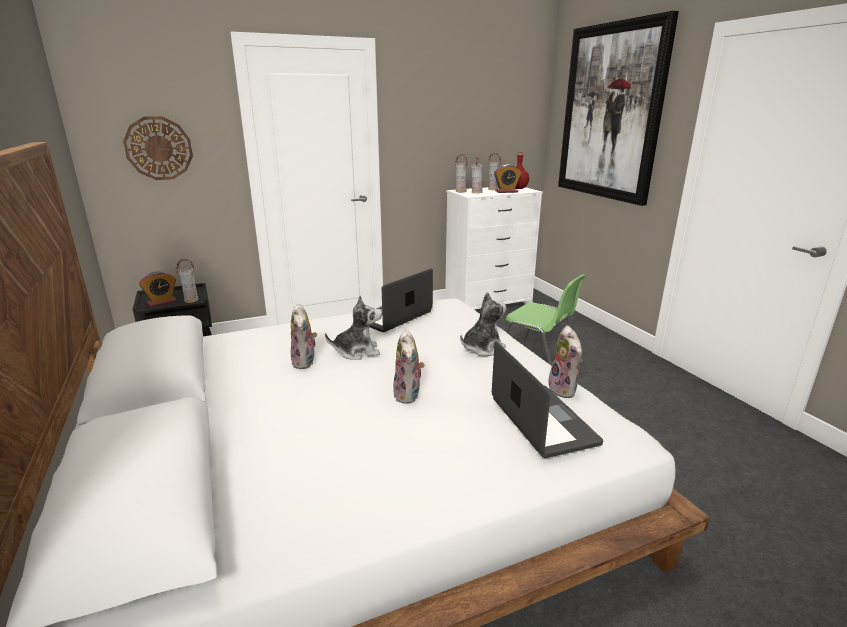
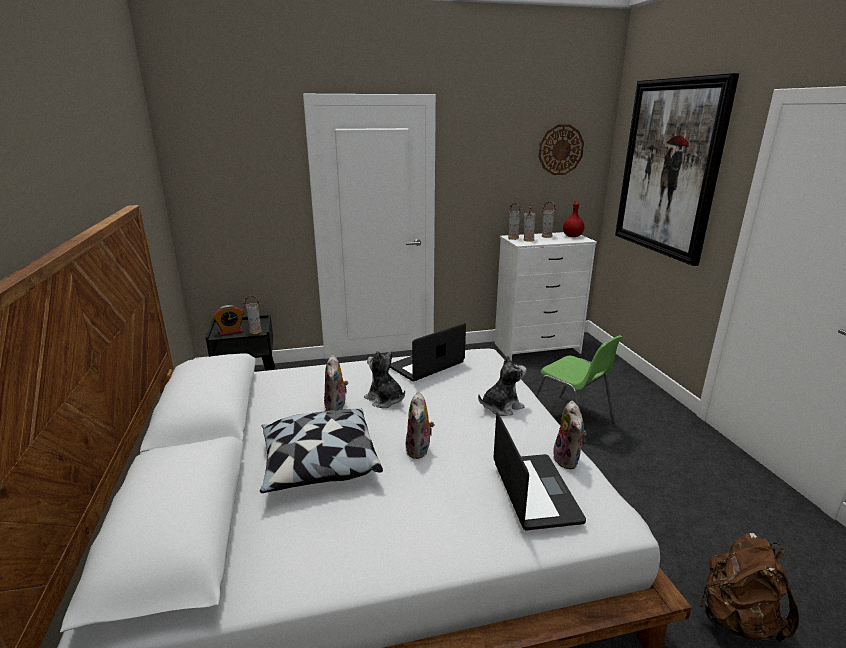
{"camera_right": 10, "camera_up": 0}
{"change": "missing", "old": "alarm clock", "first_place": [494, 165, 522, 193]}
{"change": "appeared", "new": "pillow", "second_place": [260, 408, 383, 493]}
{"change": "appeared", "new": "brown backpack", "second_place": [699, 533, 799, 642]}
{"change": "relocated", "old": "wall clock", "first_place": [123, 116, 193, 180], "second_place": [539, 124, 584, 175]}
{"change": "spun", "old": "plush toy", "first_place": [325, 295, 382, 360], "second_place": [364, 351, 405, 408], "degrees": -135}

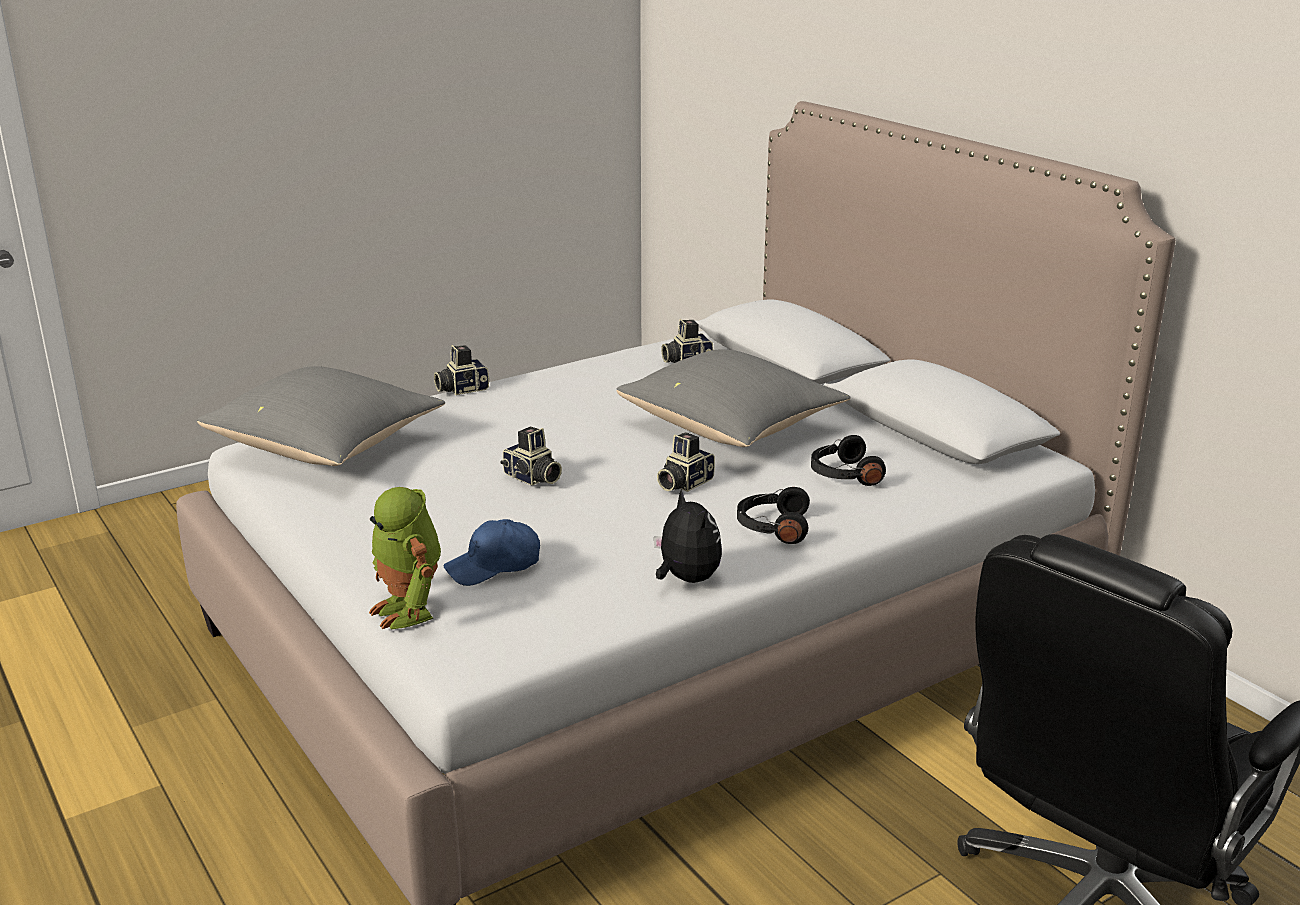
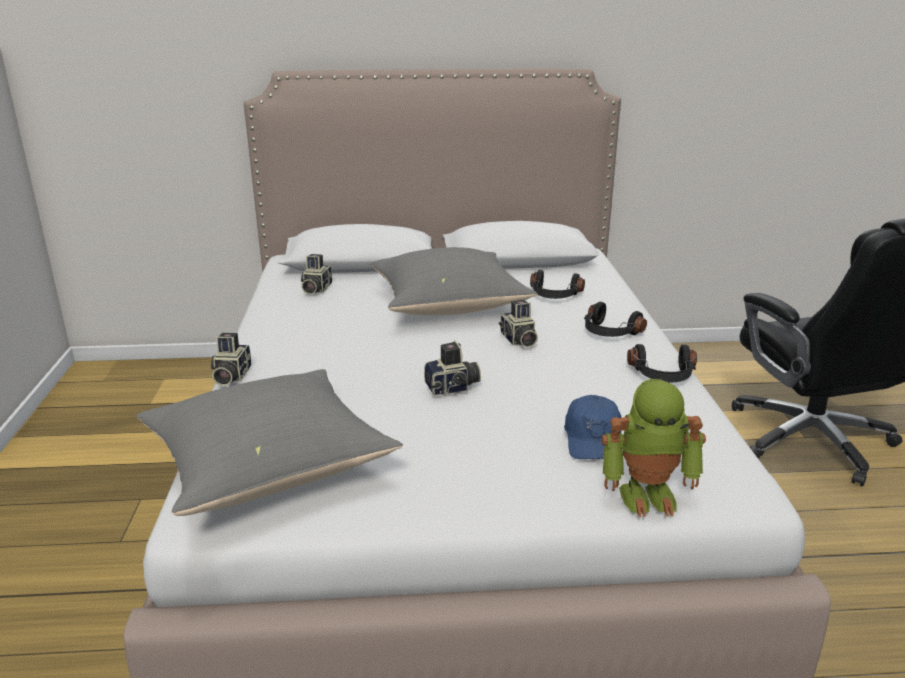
{"camera_right": -60, "camera_up": 0}
{"change": "exchanged", "old": "plush toy", "new": "black headphones", "first_place": [654, 488, 722, 583], "second_place": [627, 344, 697, 382]}

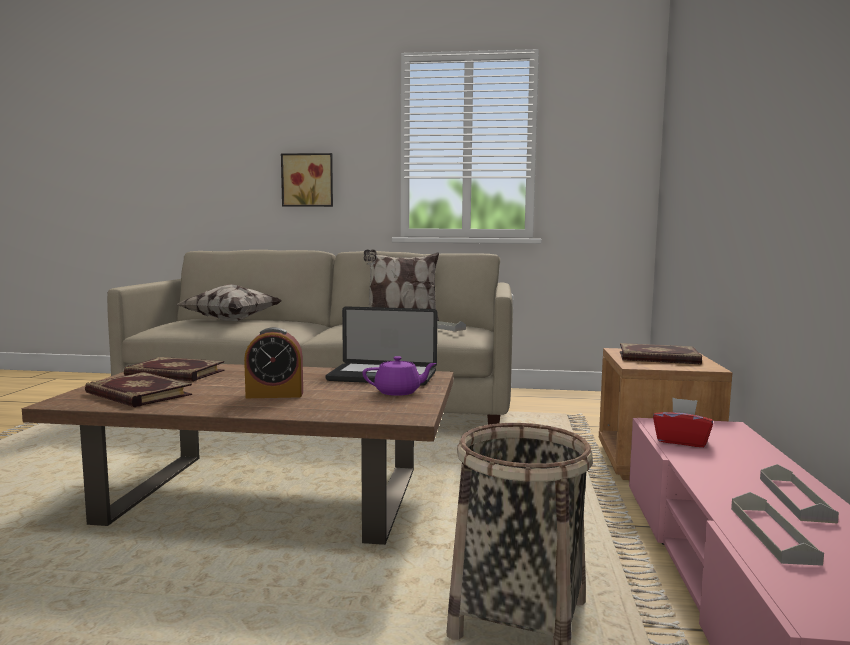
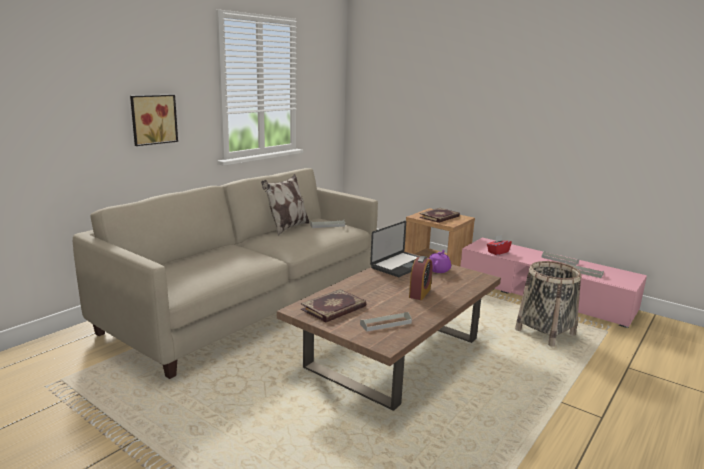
{"camera_right": -60, "camera_up": 10}
{"change": "missing", "old": "pillow", "first_place": [176, 284, 282, 321]}
{"change": "exchanged", "old": "book", "new": "grey tray", "first_place": [85, 372, 192, 407], "second_place": [360, 312, 412, 332]}

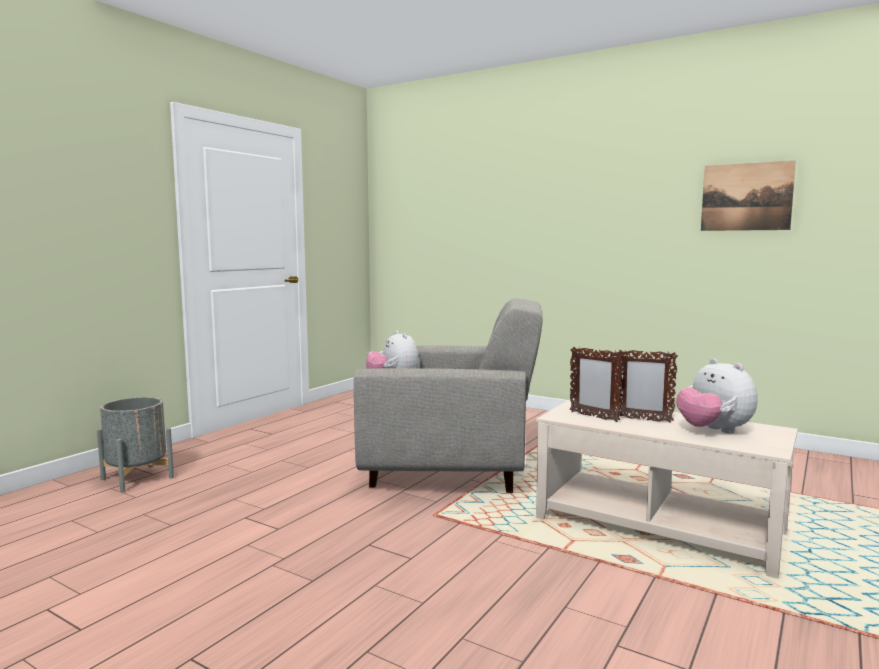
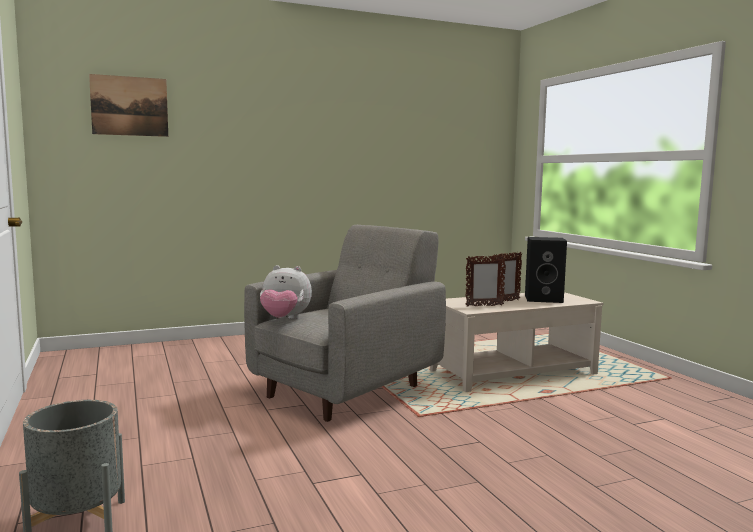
{"camera_right": -55, "camera_up": 0}
{"change": "relocated", "old": "picture", "first_place": [701, 161, 796, 231], "second_place": [89, 74, 168, 137]}
{"change": "exchanged", "old": "plush toy", "new": "black speaker", "first_place": [676, 358, 757, 433], "second_place": [525, 237, 567, 303]}

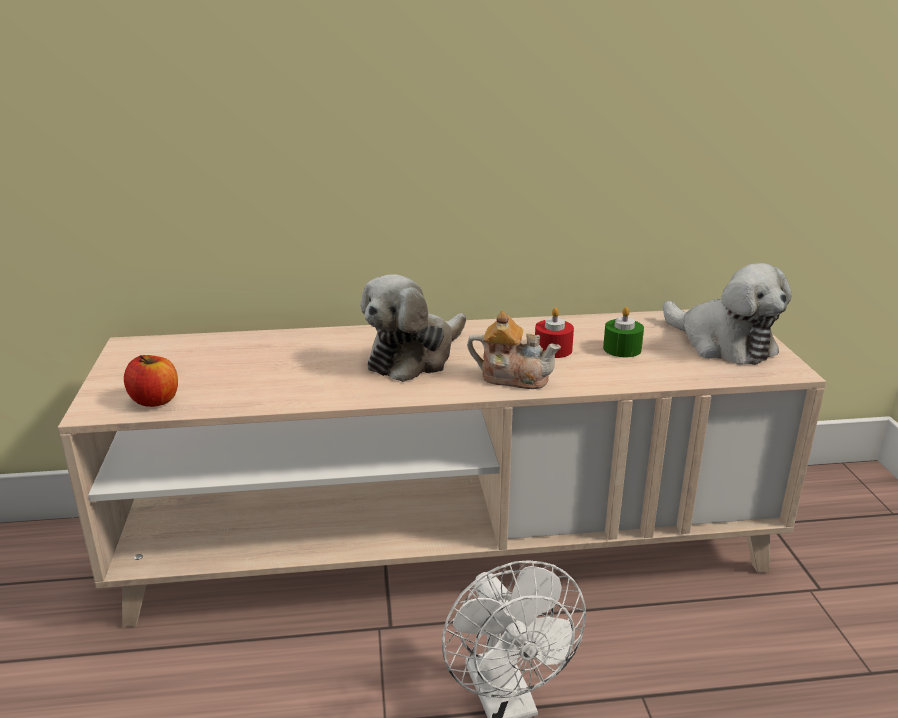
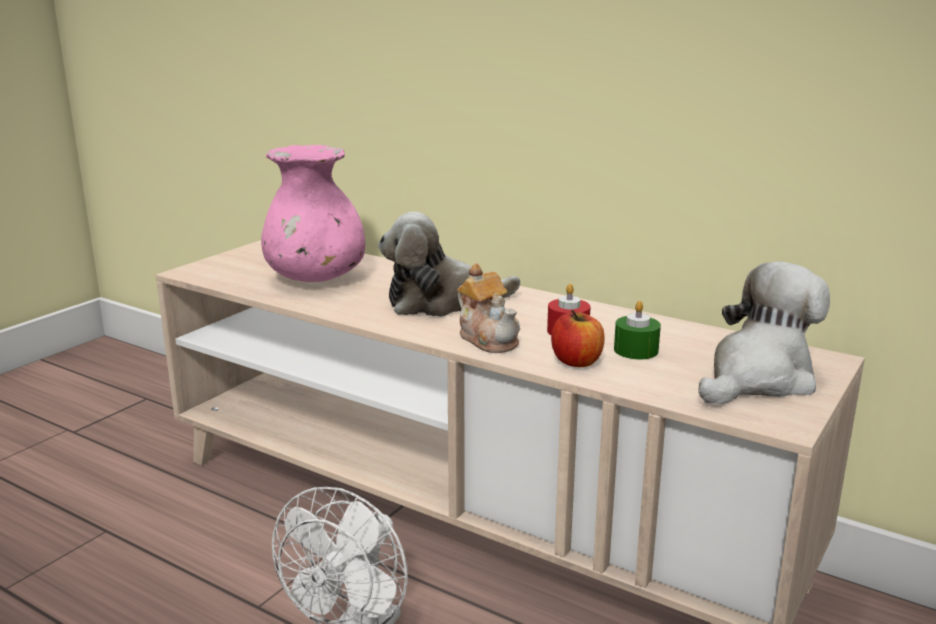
{"camera_right": 40, "camera_up": -5}
{"change": "appeared", "new": "pink vase", "second_place": [261, 145, 365, 282]}
{"change": "relocated", "old": "apple", "first_place": [124, 355, 178, 407], "second_place": [551, 310, 604, 367]}
{"change": "spun", "old": "plush toy", "first_place": [663, 263, 792, 365], "second_place": [698, 261, 830, 404], "degrees": -135}

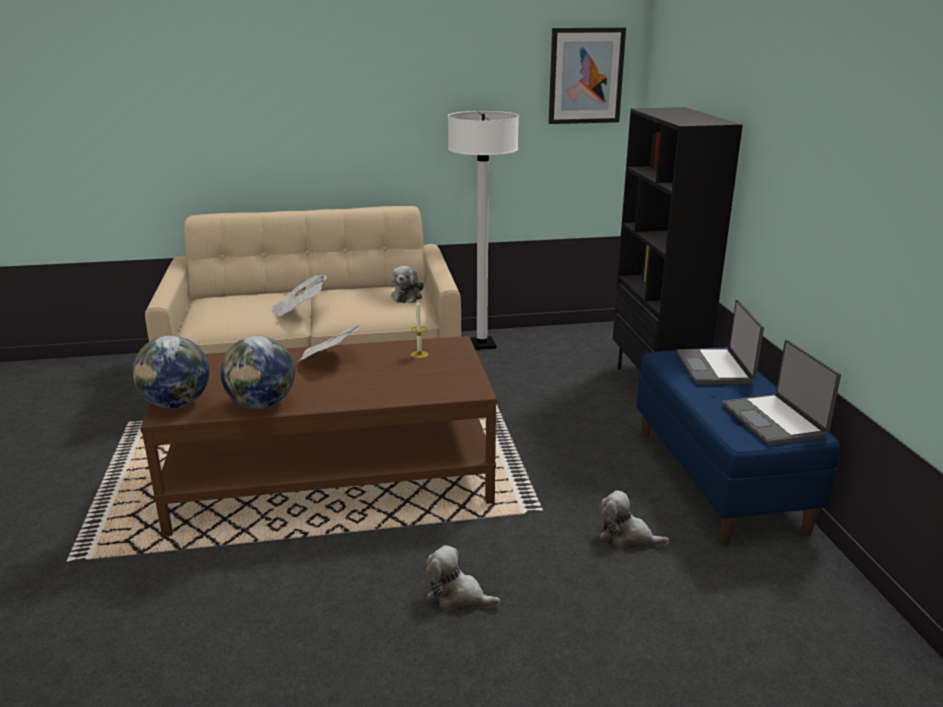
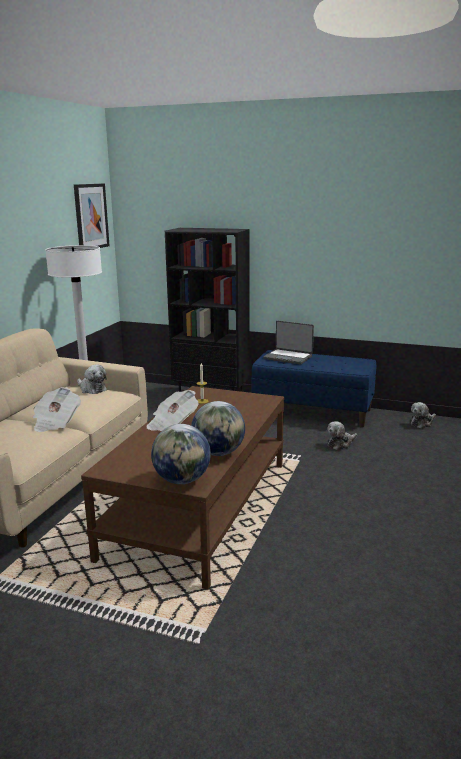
{"camera_right": -60, "camera_up": -5}
{"change": "missing", "old": "laptop", "first_place": [722, 340, 841, 445]}
{"change": "relocated", "old": "plush toy", "first_place": [426, 545, 500, 610], "second_place": [411, 402, 436, 429]}

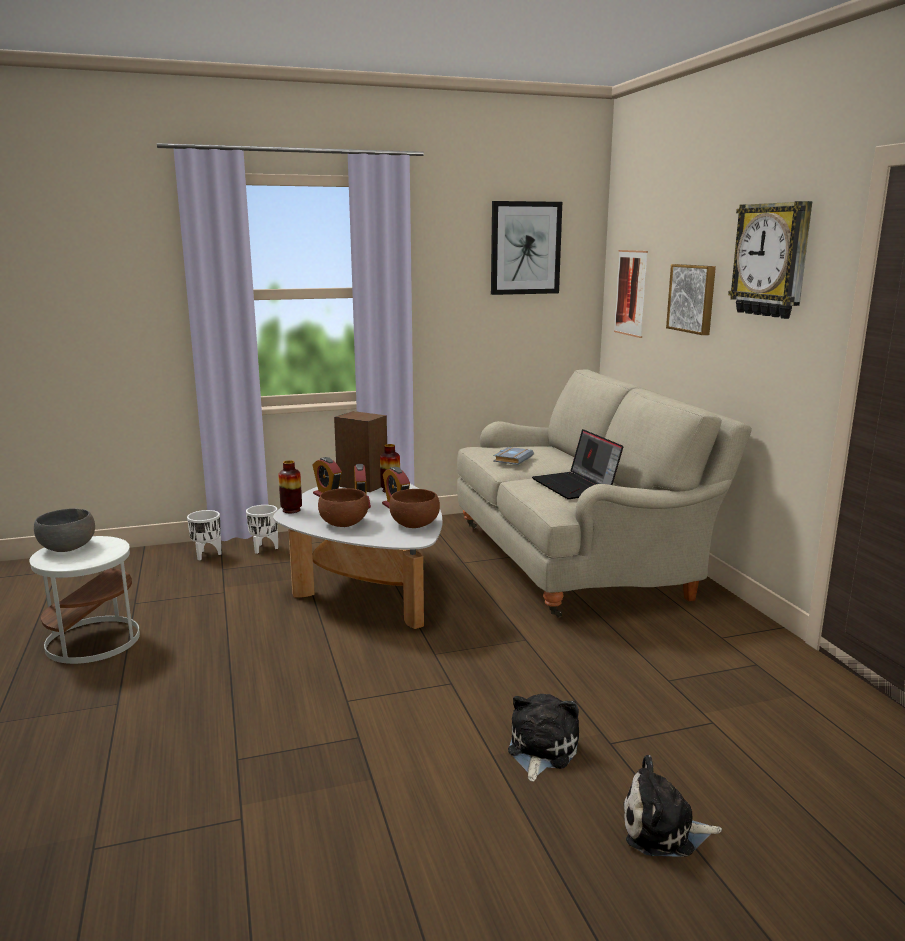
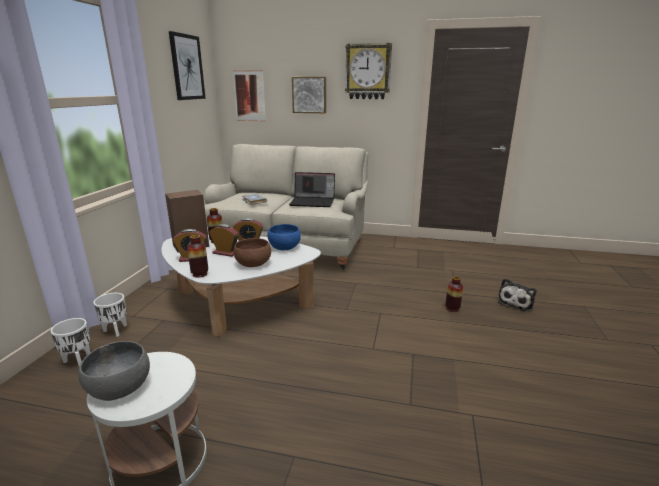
{"camera_right": -60, "camera_up": 5}
{"change": "exchanged", "old": "plush toy", "new": "vase", "first_place": [508, 694, 579, 782], "second_place": [445, 276, 463, 312]}
{"change": "colour", "old": "brown bowl", "new": "blue bowl", "first_place": [389, 489, 440, 528], "second_place": [267, 224, 301, 250]}

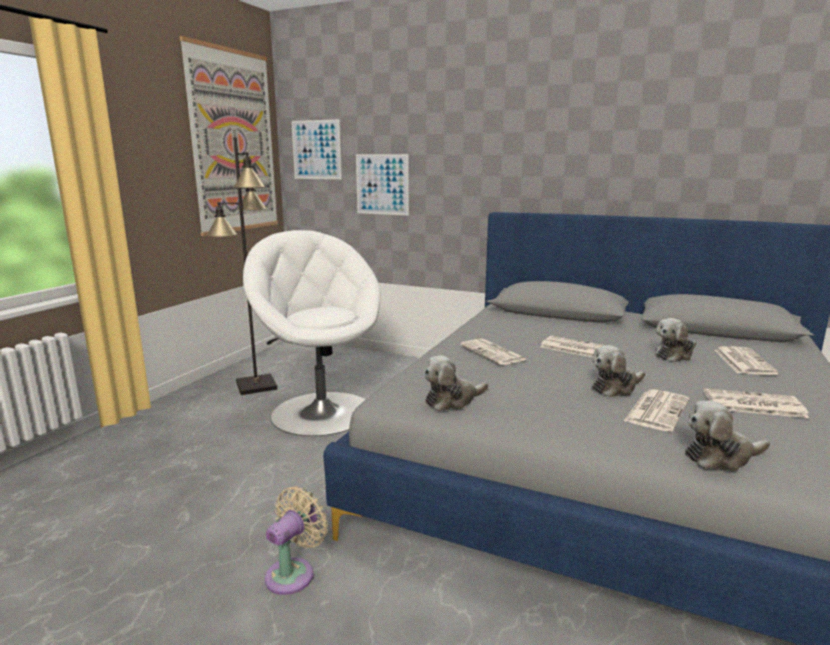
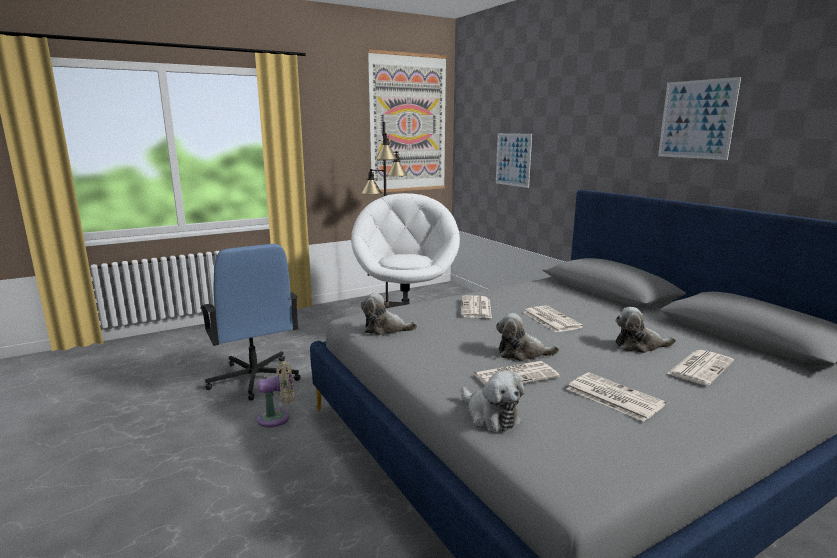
{"camera_right": 35, "camera_up": 0}
{"change": "appeared", "new": "blue office chair", "second_place": [200, 244, 300, 401]}
{"change": "relocated", "old": "picture", "first_place": [291, 119, 342, 179], "second_place": [658, 77, 741, 160]}
{"change": "spun", "old": "plush toy", "first_place": [685, 400, 770, 471], "second_place": [461, 371, 525, 432], "degrees": -150}

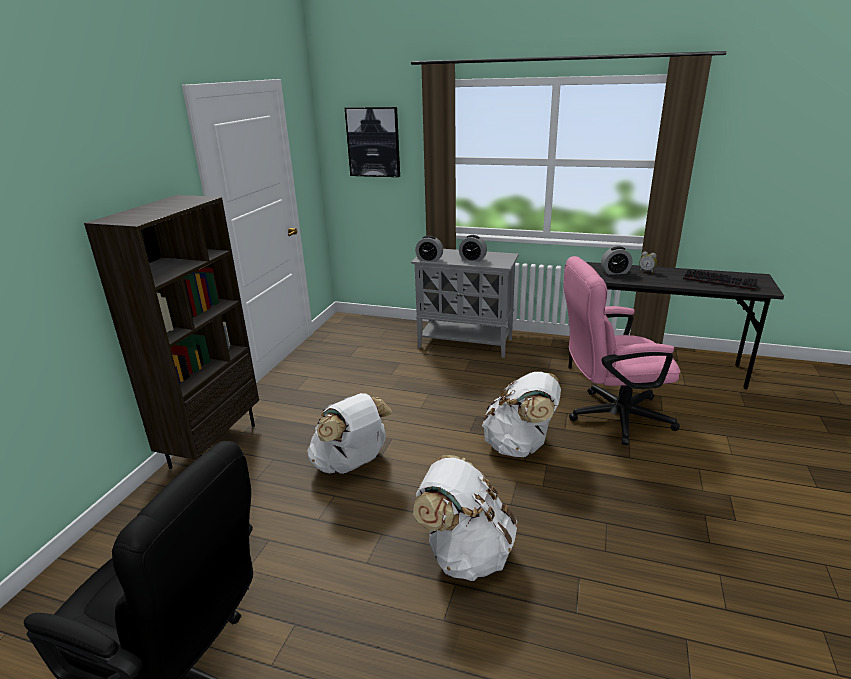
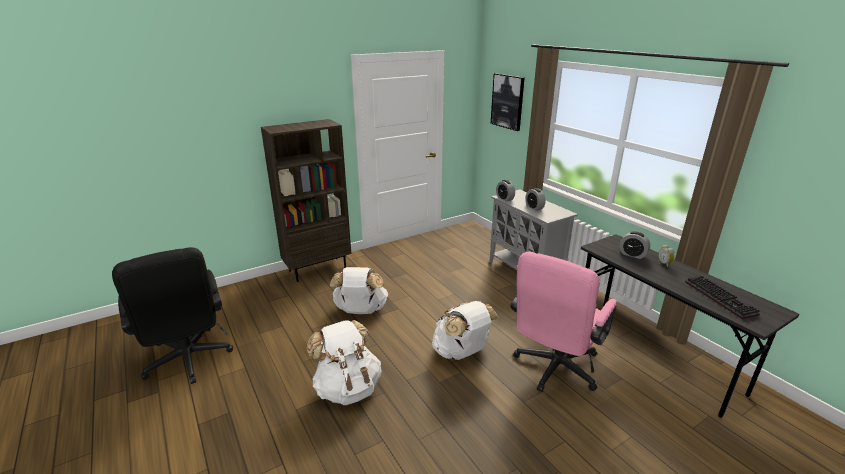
{"camera_right": 40, "camera_up": 0}
{"change": "spun", "old": "pink office chair", "first_place": [564, 256, 681, 445], "second_place": [511, 252, 617, 392], "degrees": -90}

